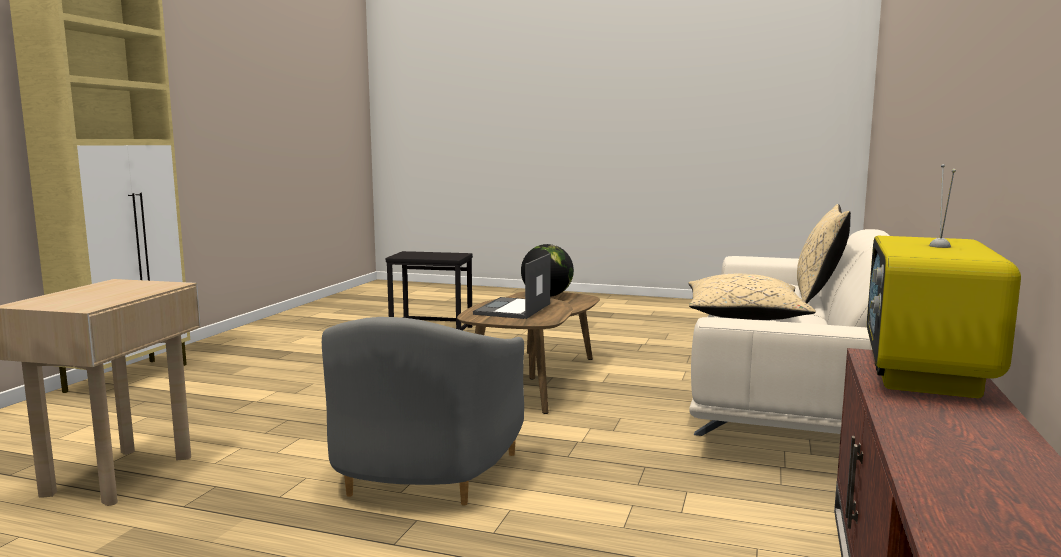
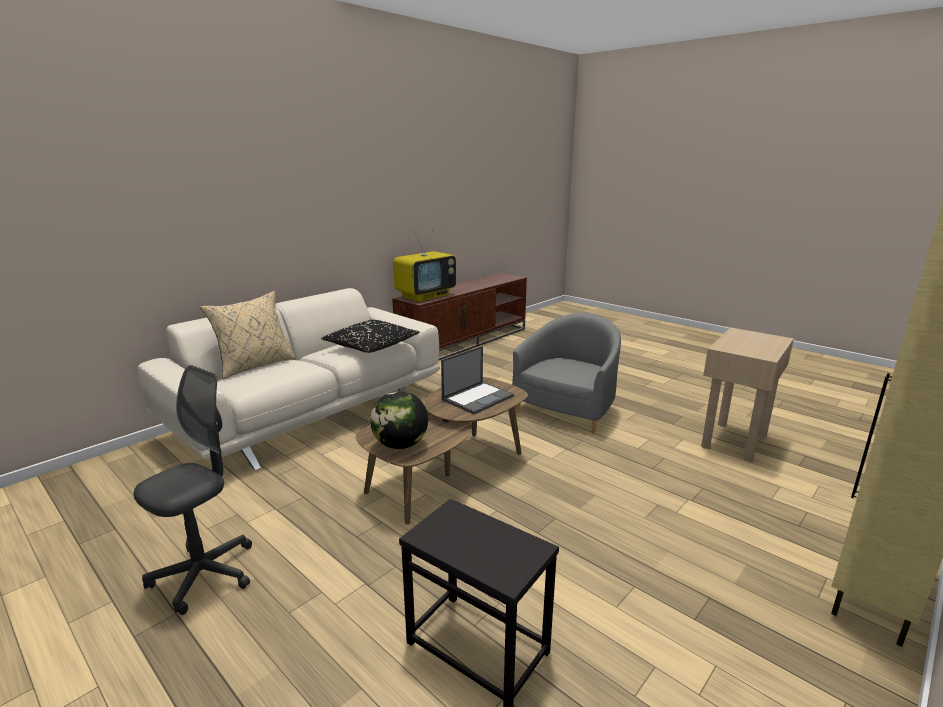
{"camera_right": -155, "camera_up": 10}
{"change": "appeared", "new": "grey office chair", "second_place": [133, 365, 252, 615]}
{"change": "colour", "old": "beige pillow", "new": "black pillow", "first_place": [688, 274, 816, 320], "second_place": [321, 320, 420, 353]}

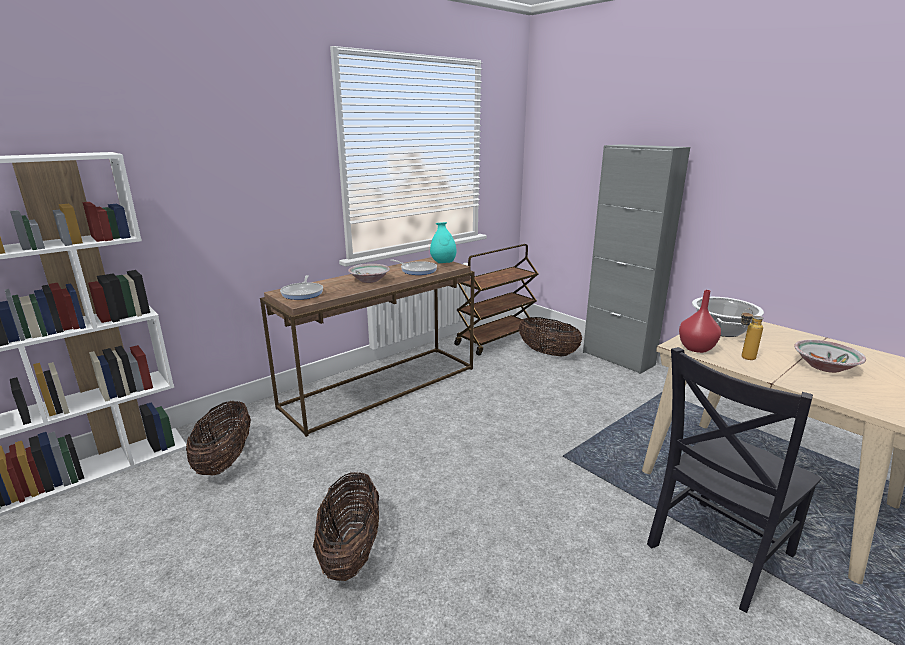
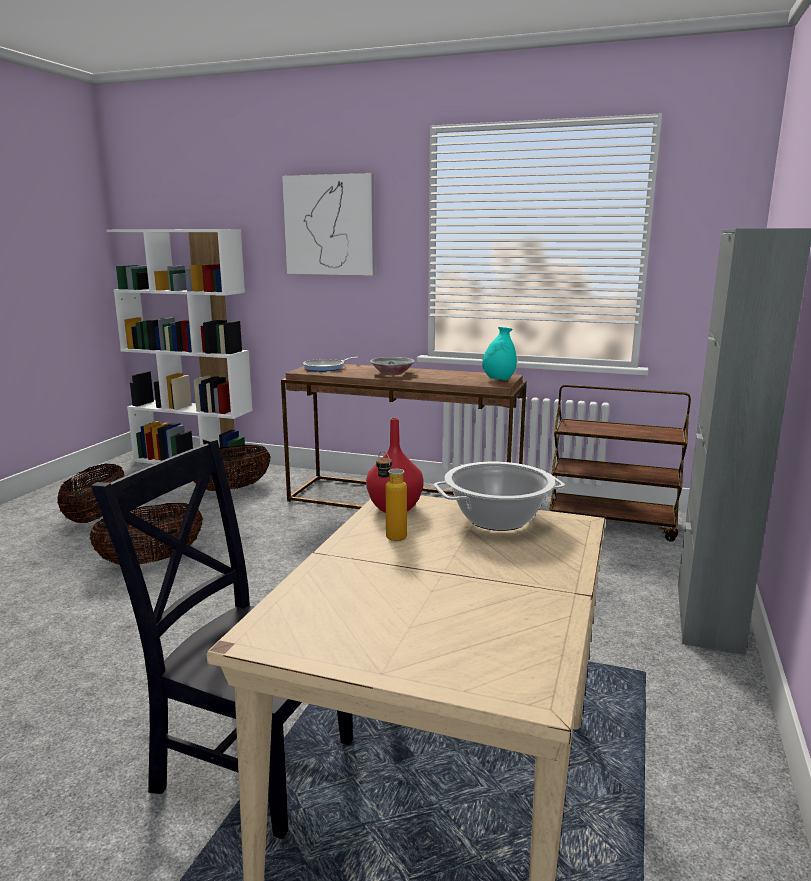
{"camera_right": 60, "camera_up": -5}
{"change": "missing", "old": "frying pan", "first_place": [390, 259, 437, 275]}
{"change": "missing", "old": "bowl", "first_place": [794, 340, 866, 373]}
{"change": "appeared", "new": "picture", "second_place": [282, 173, 375, 276]}
{"change": "relocated", "old": "basket", "first_place": [518, 317, 582, 357], "second_place": [57, 464, 125, 523]}

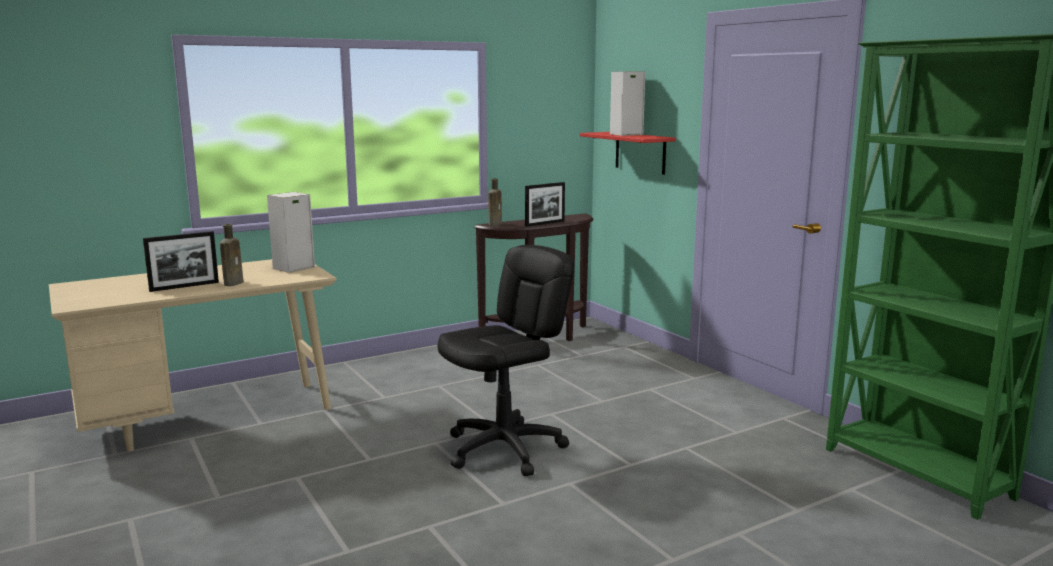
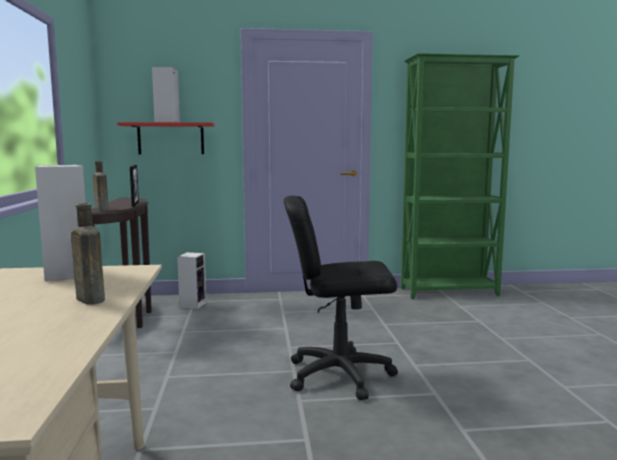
{"camera_right": -65, "camera_up": -5}
{"change": "missing", "old": "picture frame", "first_place": [143, 231, 219, 292]}
{"change": "appeared", "new": "speaker", "second_place": [177, 252, 206, 309]}
{"change": "spun", "old": "black office chair", "first_place": [438, 245, 574, 476], "second_place": [284, 196, 398, 400], "degrees": -75}

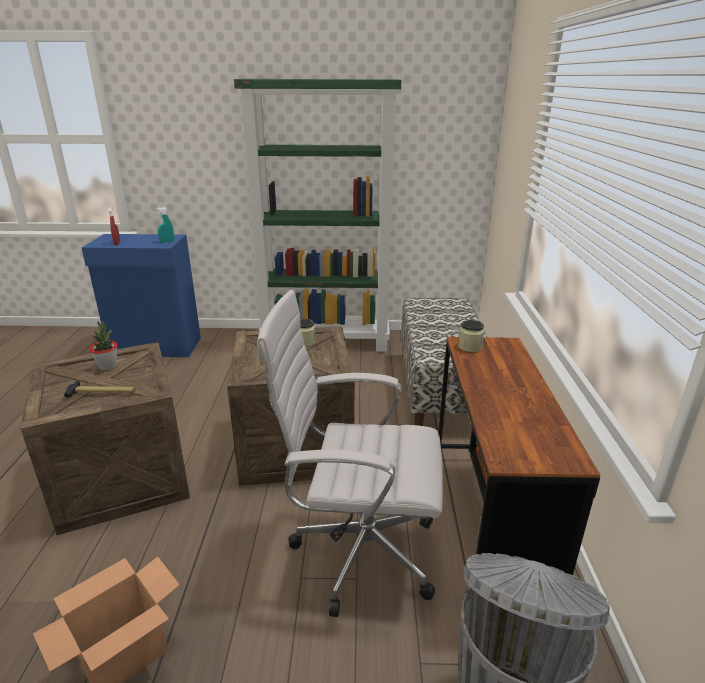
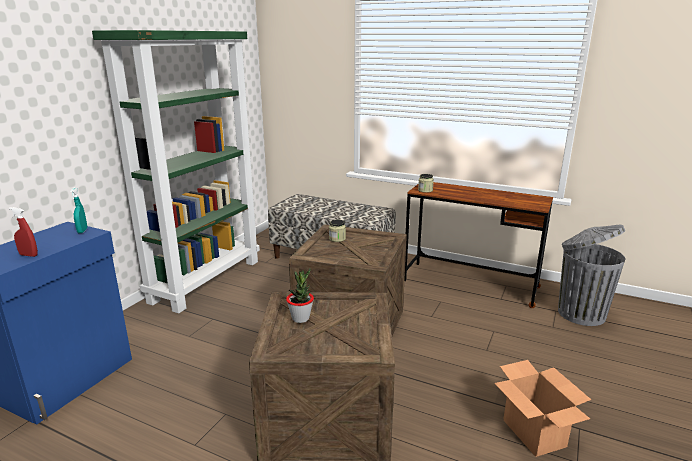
{"camera_right": -65, "camera_up": -5}
{"change": "missing", "old": "hammer", "first_place": [64, 380, 136, 398]}
{"change": "missing", "old": "white office chair", "first_place": [257, 290, 443, 617]}

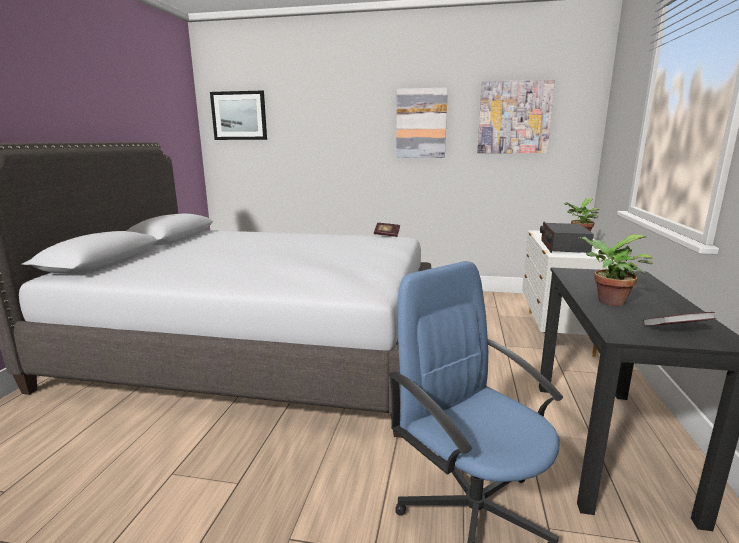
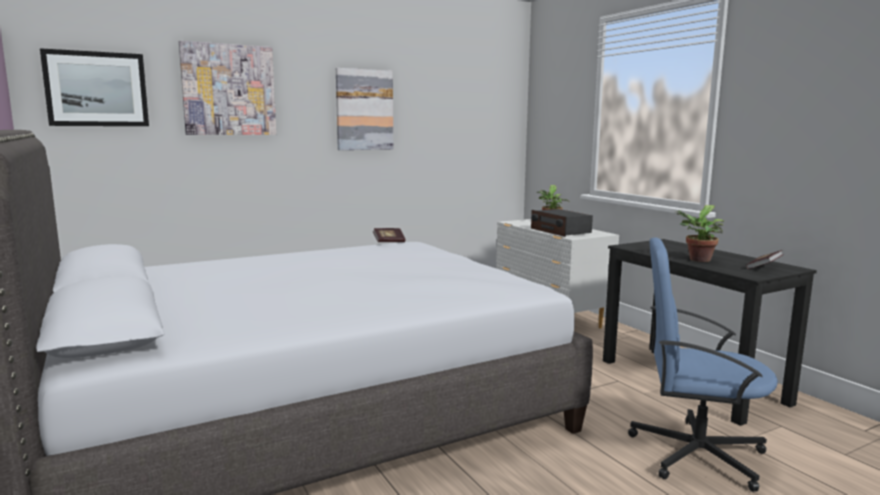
{"camera_right": -40, "camera_up": -5}
{"change": "relocated", "old": "picture", "first_place": [477, 79, 555, 153], "second_place": [179, 41, 276, 135]}

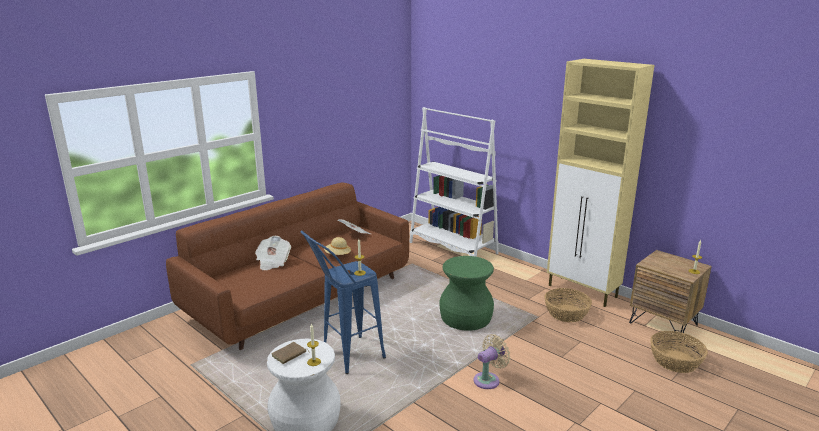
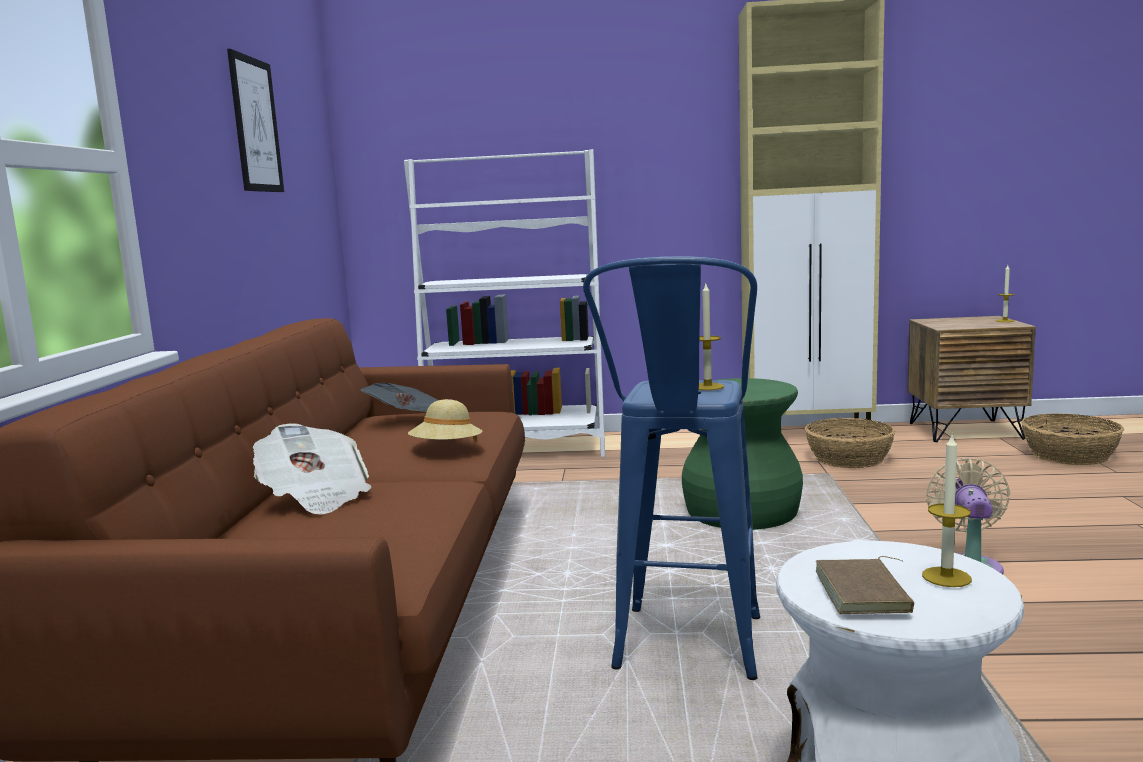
{"camera_right": -40, "camera_up": -10}
{"change": "appeared", "new": "picture", "second_place": [227, 49, 284, 192]}

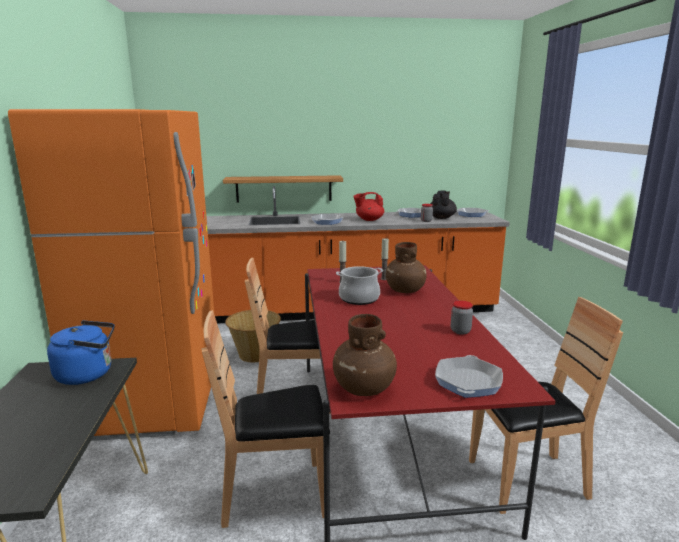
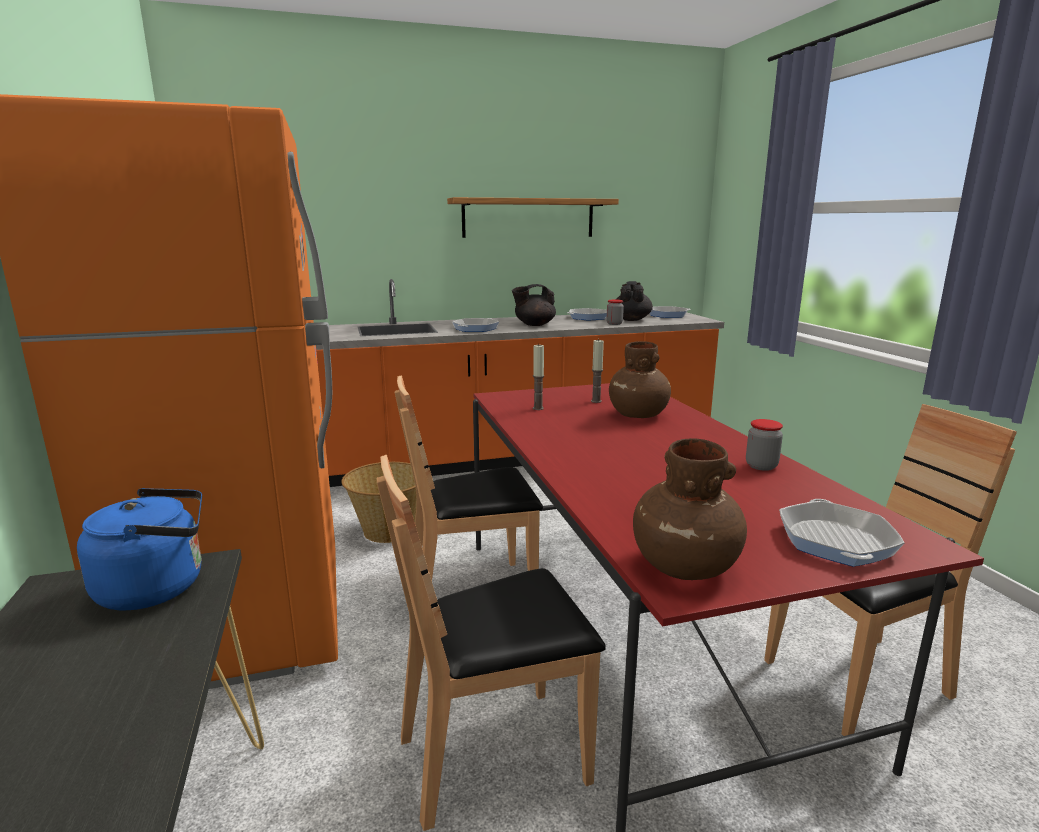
{"camera_right": -10, "camera_up": 0}
{"change": "missing", "old": "cooking pot", "first_place": [336, 266, 383, 305]}
{"change": "relocated", "old": "shelf", "first_place": [223, 175, 343, 203], "second_place": [447, 197, 619, 238]}
{"change": "colour", "old": "red teapot", "new": "black teapot", "first_place": [353, 192, 384, 221], "second_place": [512, 284, 556, 326]}

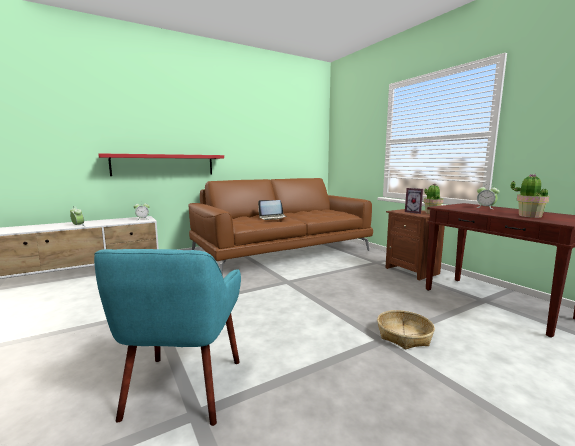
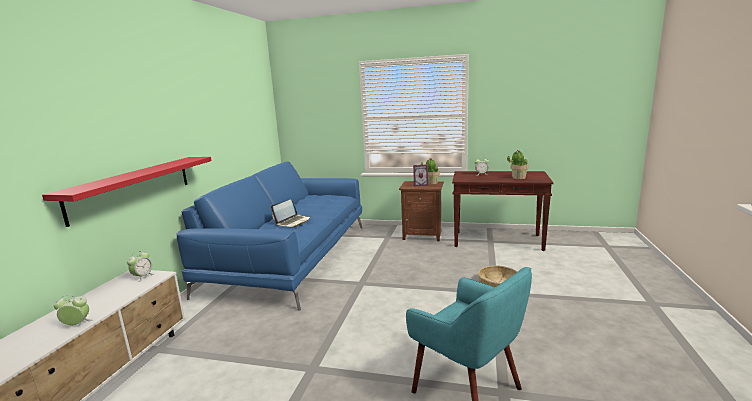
{"camera_right": -45, "camera_up": 5}
{"change": "colour", "old": "brown sofa", "new": "blue sofa", "first_place": [188, 178, 373, 276], "second_place": [177, 161, 362, 311]}

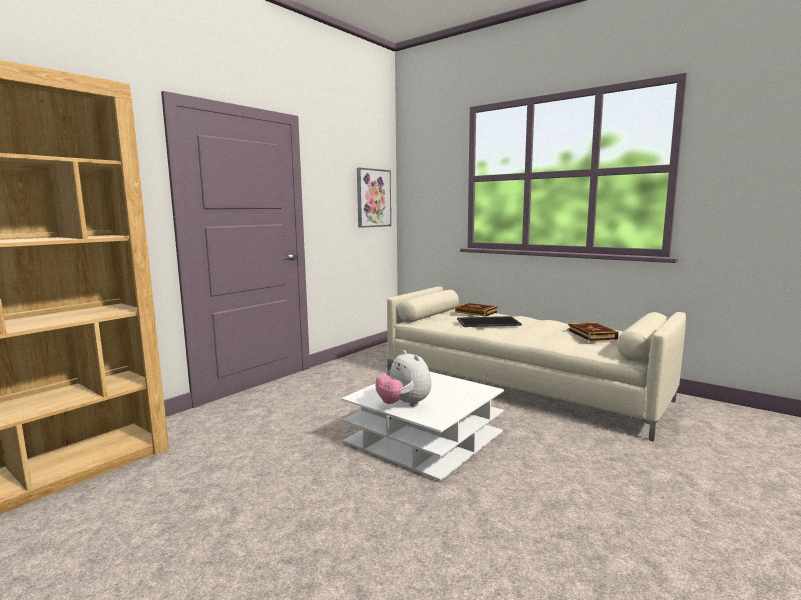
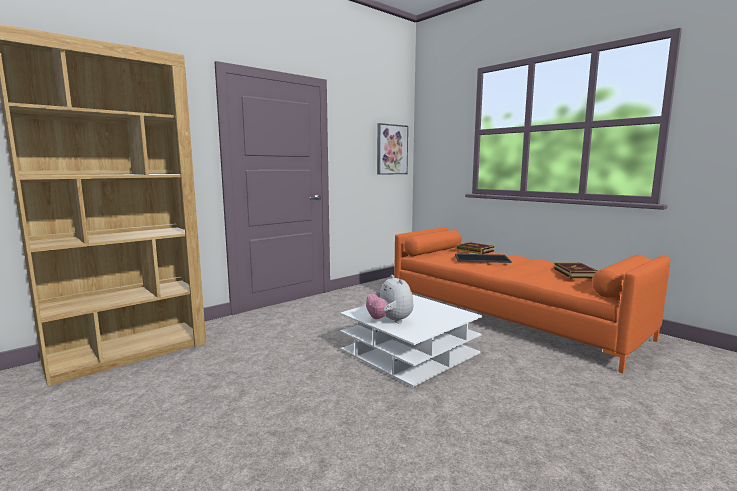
{"camera_right": 10, "camera_up": 0}
{"change": "colour", "old": "beige sofa", "new": "orange sofa", "first_place": [387, 287, 686, 441], "second_place": [394, 227, 670, 374]}

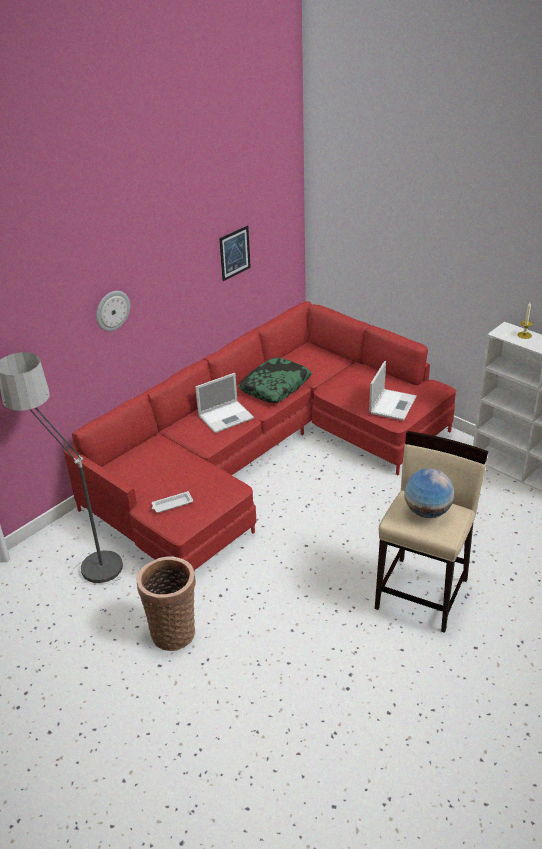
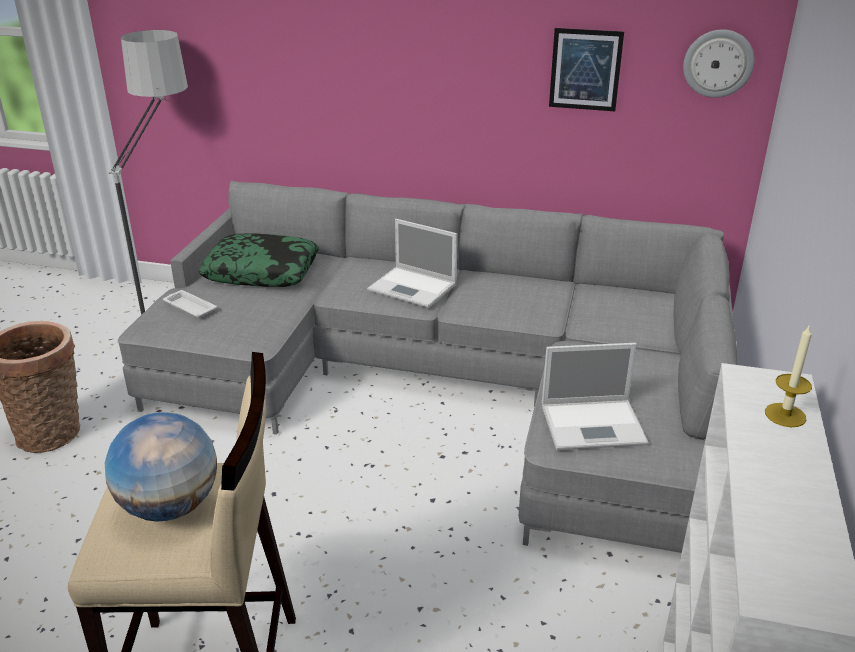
{"camera_right": 60, "camera_up": -5}
{"change": "relocated", "old": "wall clock", "first_place": [96, 291, 130, 331], "second_place": [683, 29, 754, 98]}
{"change": "relocated", "old": "pillow", "first_place": [238, 358, 312, 403], "second_place": [199, 233, 319, 287]}
{"change": "colour", "old": "red sofa", "new": "grey sofa", "first_place": [64, 301, 456, 570], "second_place": [118, 181, 738, 553]}

